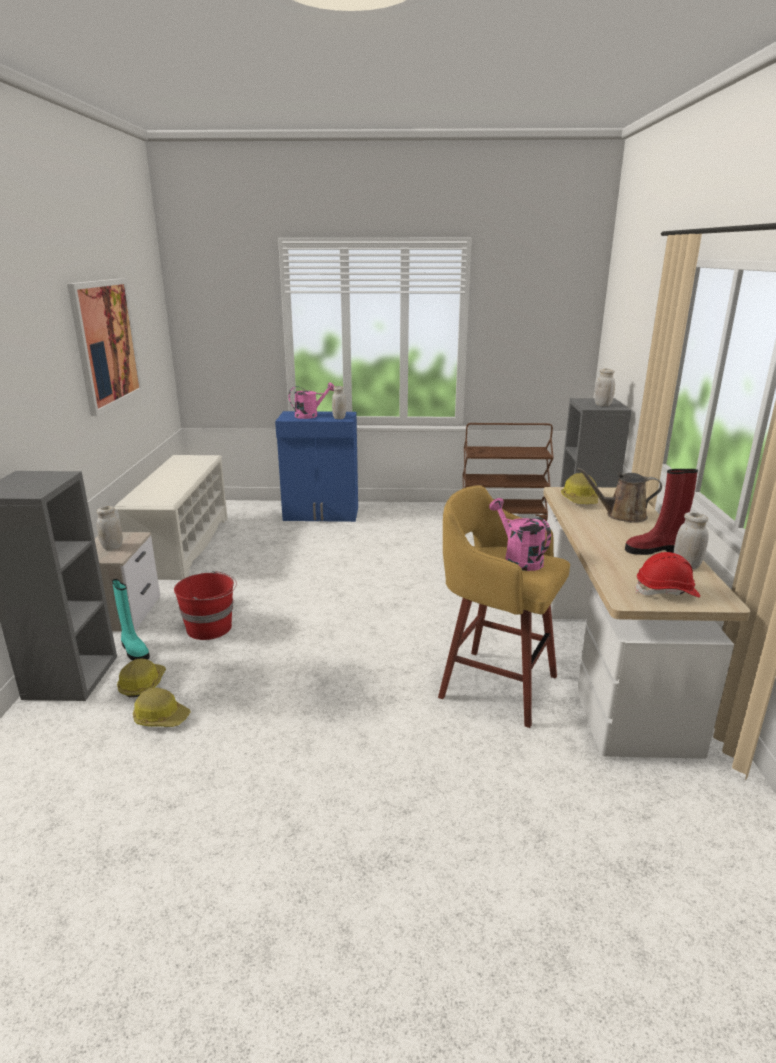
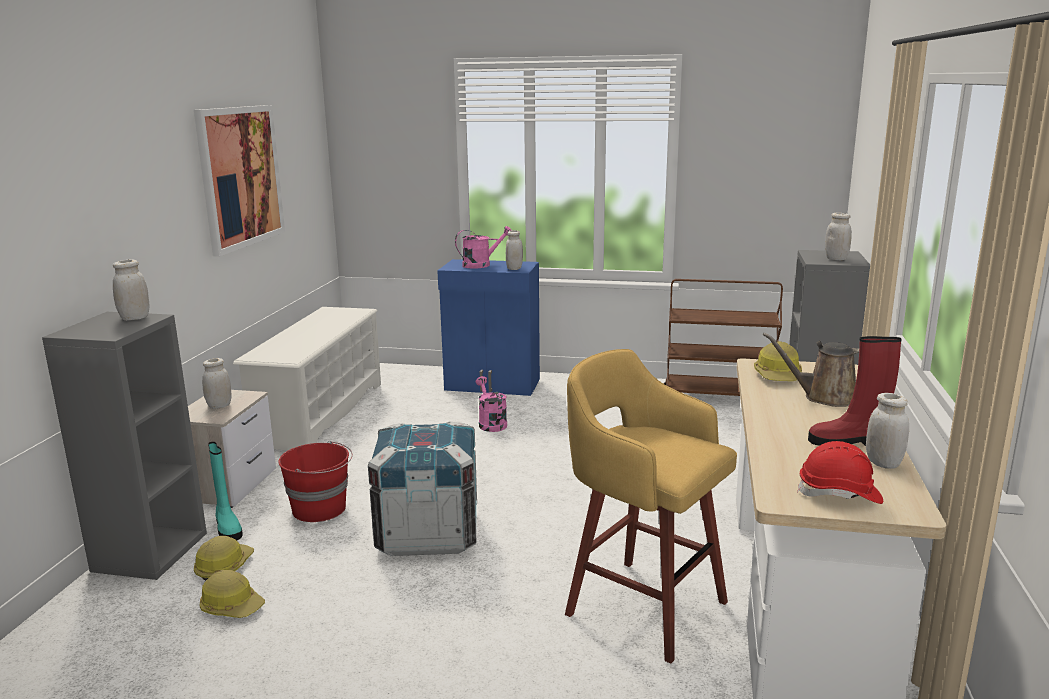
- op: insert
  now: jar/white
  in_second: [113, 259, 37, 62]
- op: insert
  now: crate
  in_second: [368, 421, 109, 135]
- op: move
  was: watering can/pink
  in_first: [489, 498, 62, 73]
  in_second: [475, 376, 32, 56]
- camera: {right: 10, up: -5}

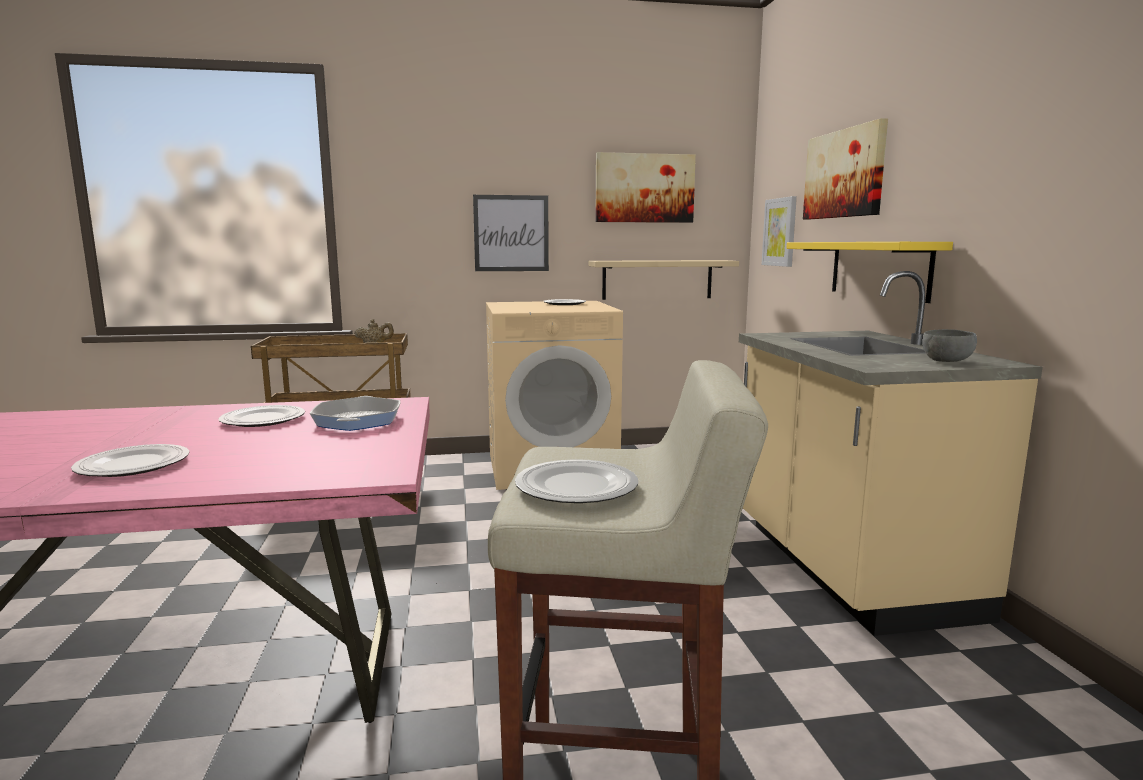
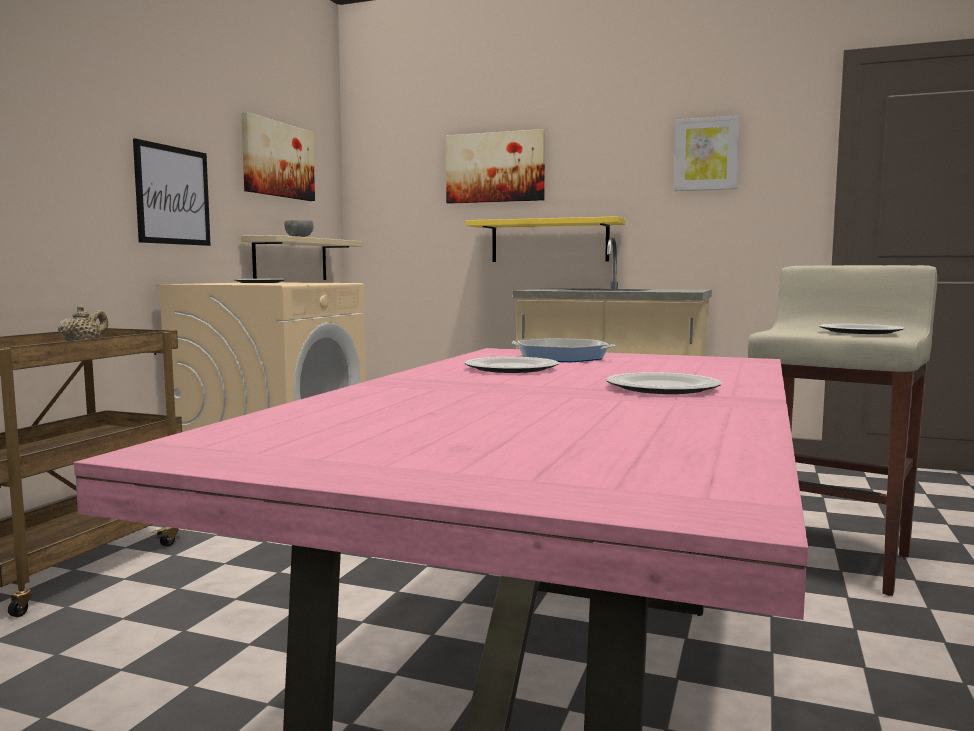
- op: move
  was: picture
  in_first: [762, 196, 35, 71]
  in_second: [674, 115, 66, 76]
- op: move
  was: bowl/grey
  in_first: [922, 329, 55, 33]
  in_second: [285, 220, 29, 17]
- camera: {right: -60, up: -5}

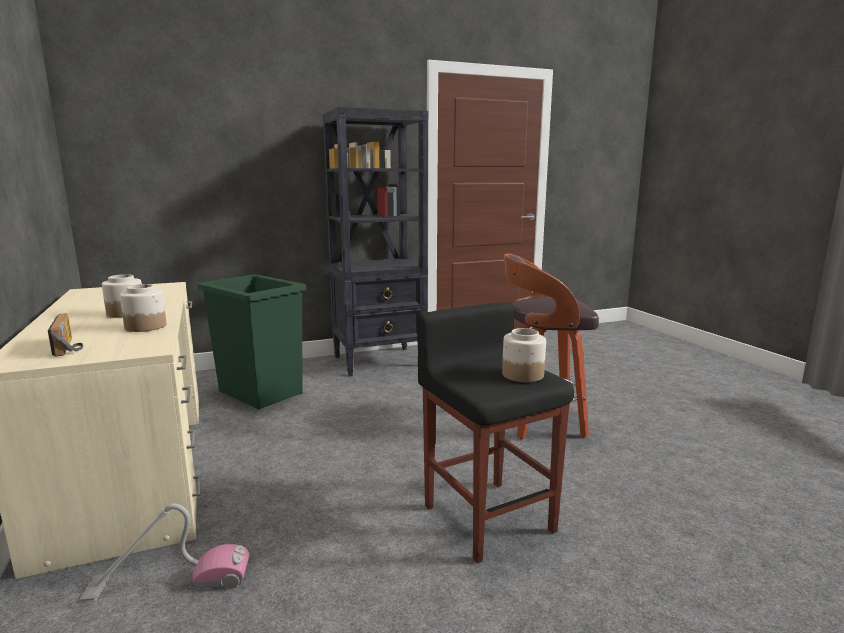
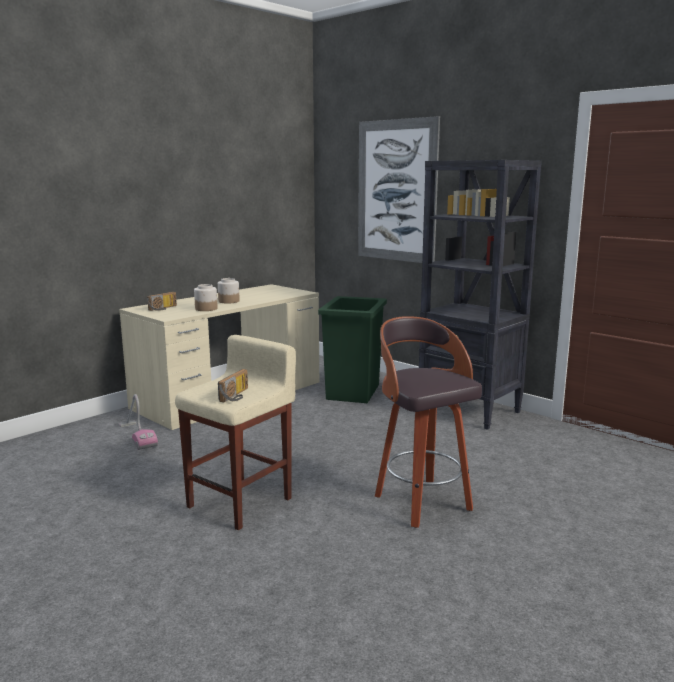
- op: insert
  now: picture
  in_second: [358, 116, 82, 147]
- op: replace
  was: jar
  now: radio
  in_first: [502, 328, 44, 54]
  in_second: [218, 369, 30, 33]
- op: recolor
  was: stool/black
  now: stool/beige
  in_first: [417, 302, 157, 261]
  in_second: [175, 335, 121, 195]
- camera: {right: 65, up: 0}

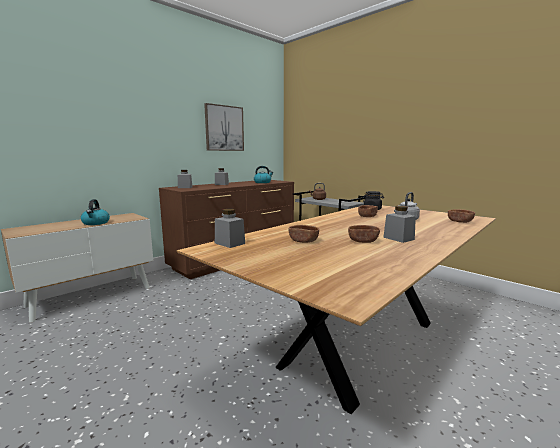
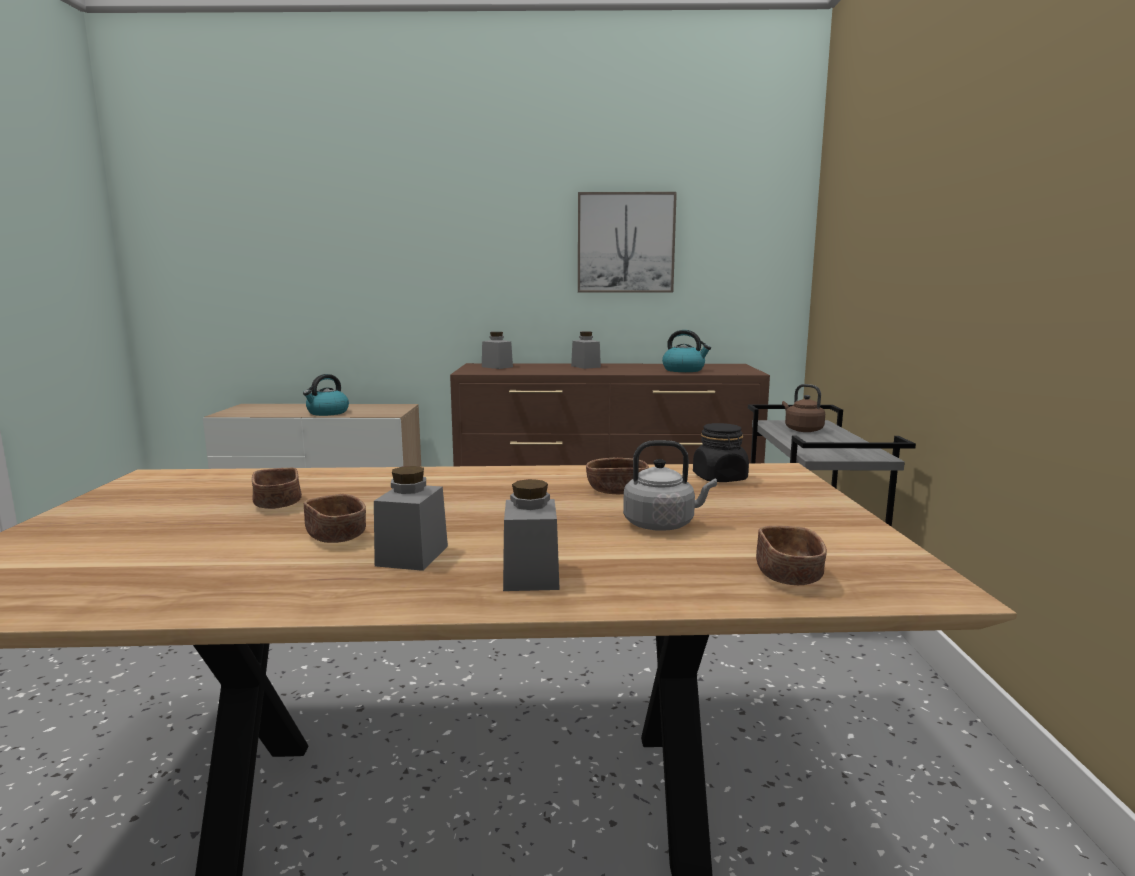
- op: move
  was: jar/grey
  in_first: [215, 209, 30, 39]
  in_second: [503, 479, 57, 112]
- camera: {right: 45, up: 0}

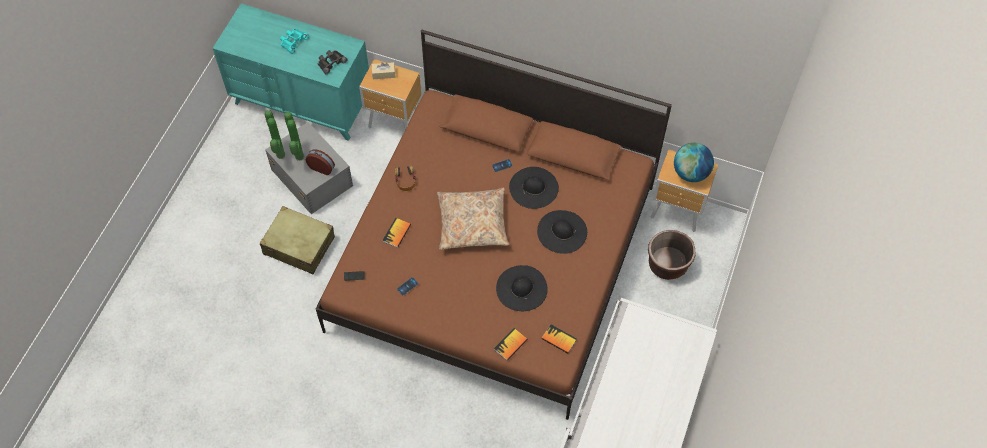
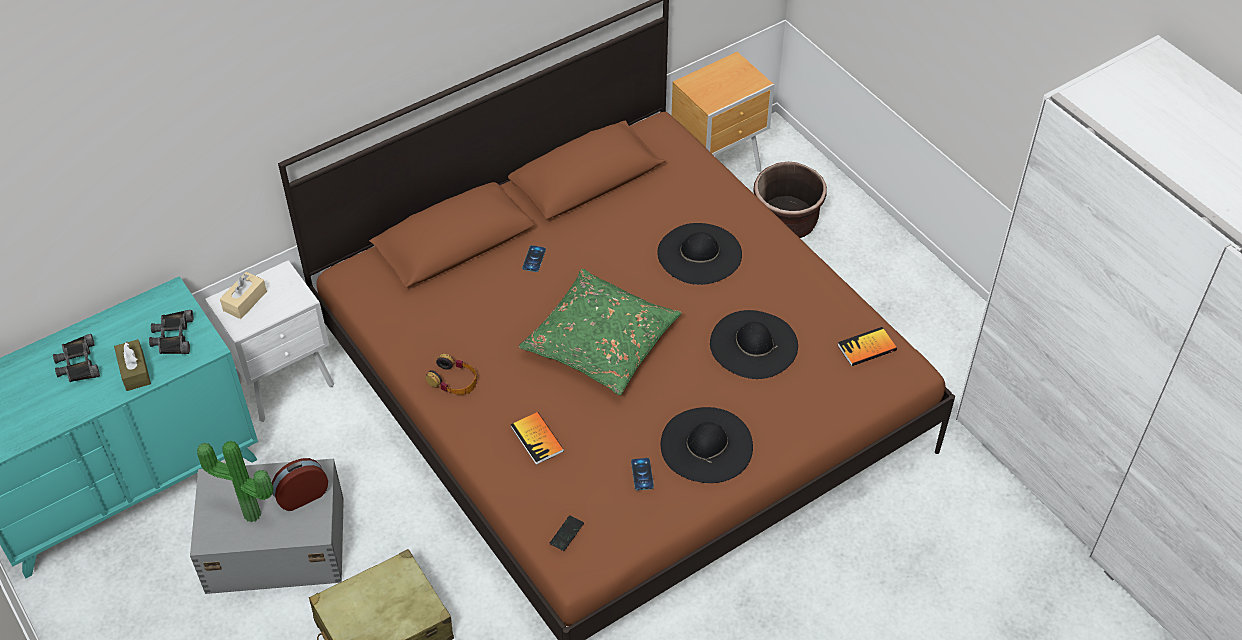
- op: delete
  was: potted plant
  in_first: [265, 110, 20, 49]
- op: delete
  was: book
  in_first: [494, 328, 34, 33]
- op: delete
  was: globe
  in_first: [674, 143, 40, 39]
- op: insert
  now: tissue box/brown
  in_second: [114, 339, 37, 52]
- op: move
  was: hat/black
  in_first: [509, 167, 50, 42]
  in_second: [661, 407, 92, 76]
- op: recolor
  was: binoculars/turquoise
  now: binoculars/black
  in_first: [280, 29, 29, 24]
  in_second: [53, 334, 47, 48]
- op: recolor
  was: nightstand/brown
  now: nightstand/white
  in_first: [359, 59, 62, 71]
  in_second: [205, 260, 129, 162]
- op: recolor
  was: pillow/beige
  now: pillow/green
  in_first: [437, 188, 72, 62]
  in_second: [519, 268, 163, 127]
- camera: {right: -55, up: -10}

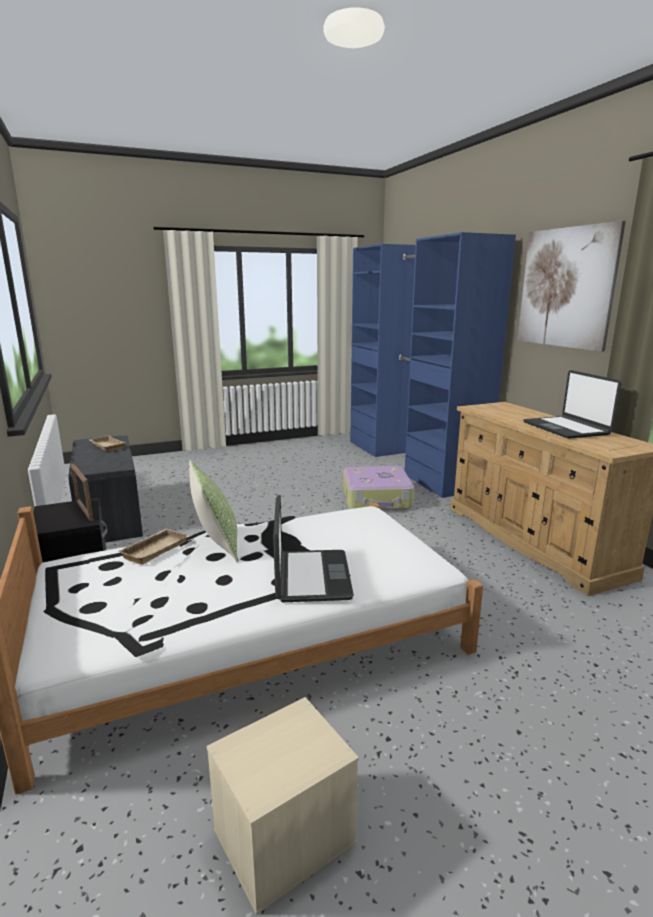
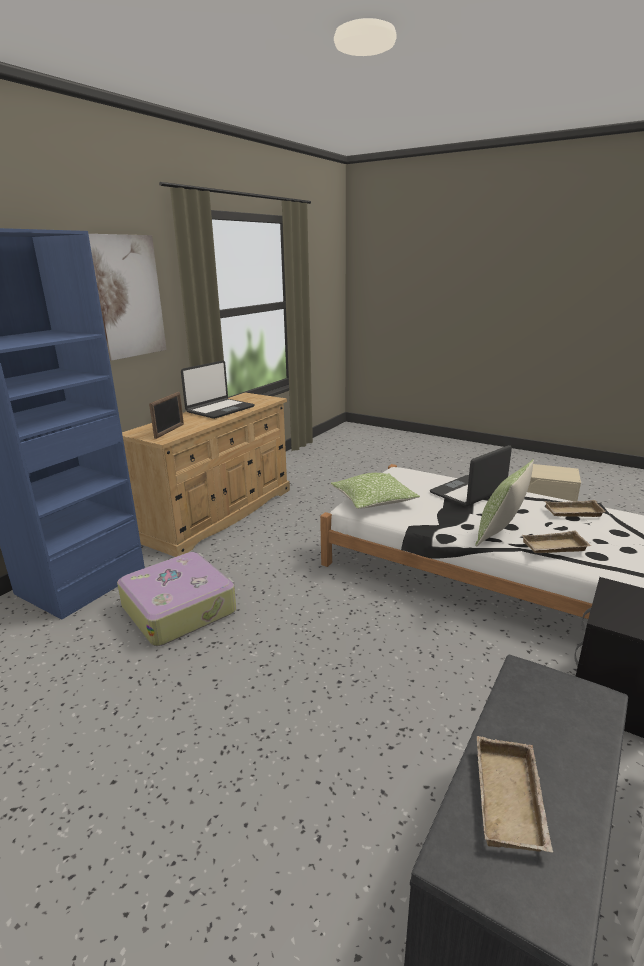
- op: insert
  now: pillow
  in_second: [331, 473, 89, 36]
- op: insert
  now: tray/beige
  in_second: [545, 500, 61, 17]
- op: move
  was: picture frame
  in_first: [71, 464, 23, 57]
  in_second: [149, 392, 35, 47]
- camera: {right: -125, up: 5}

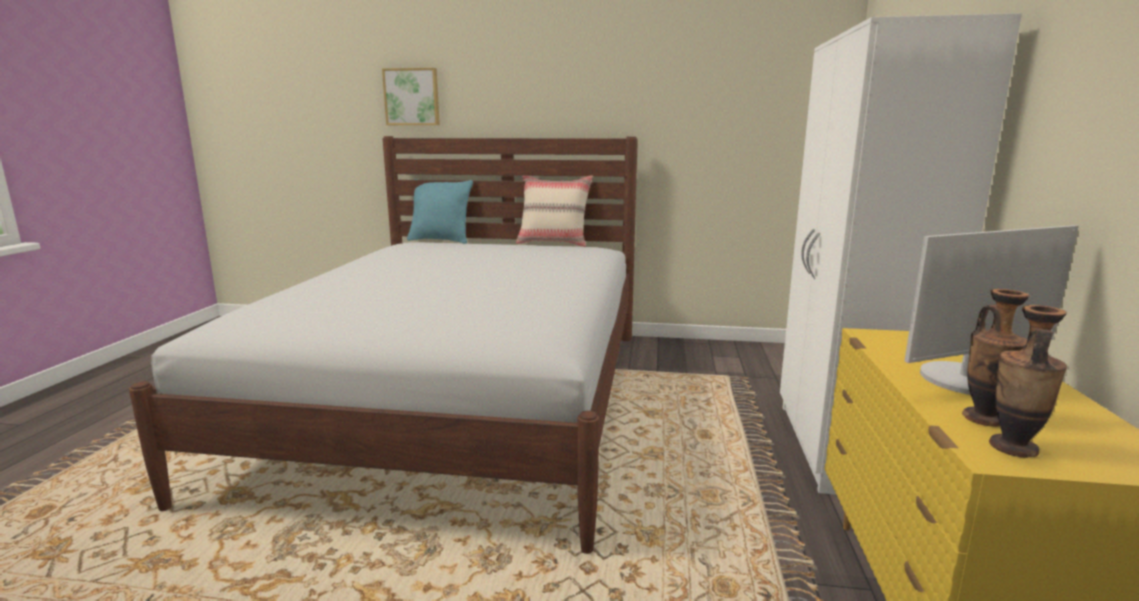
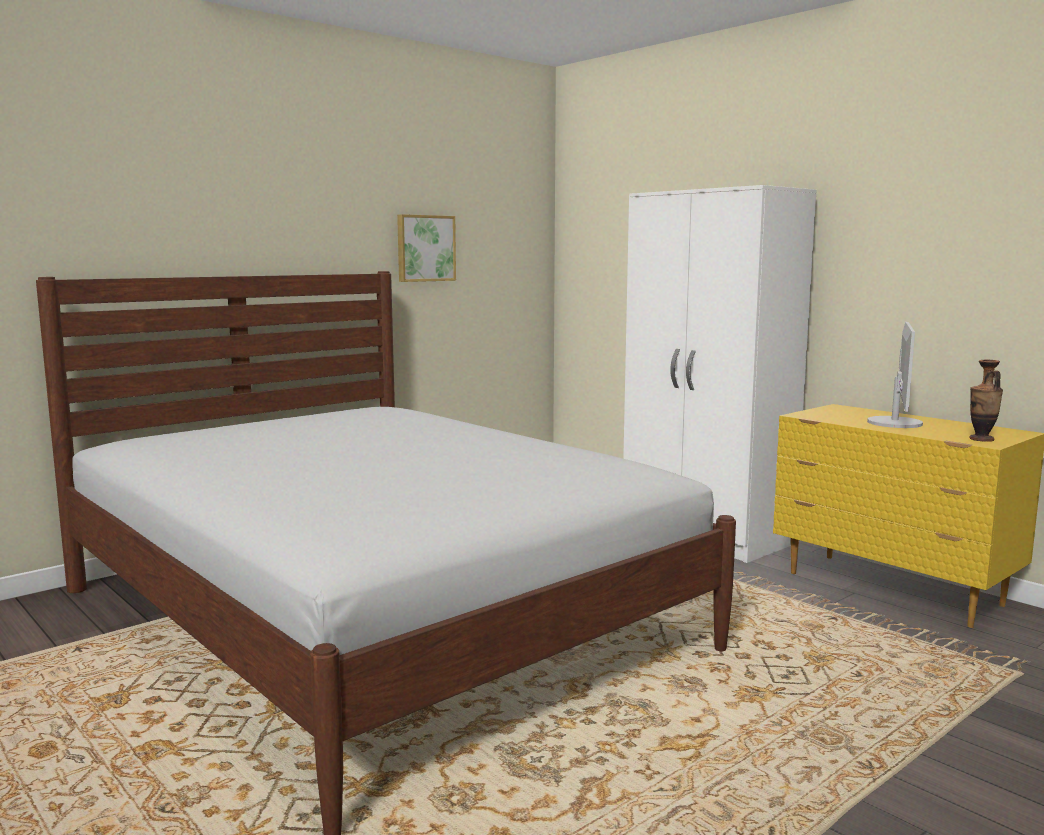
- op: delete
  was: pillow/turquoise
  in_first: [407, 179, 66, 65]
- op: delete
  was: pillow/beige
  in_first: [516, 176, 77, 71]
- op: delete
  was: vase
  in_first: [962, 289, 68, 138]
- op: move
  was: picture
  in_first: [382, 68, 58, 57]
  in_second: [397, 214, 59, 68]
- camera: {right: -50, up: -5}

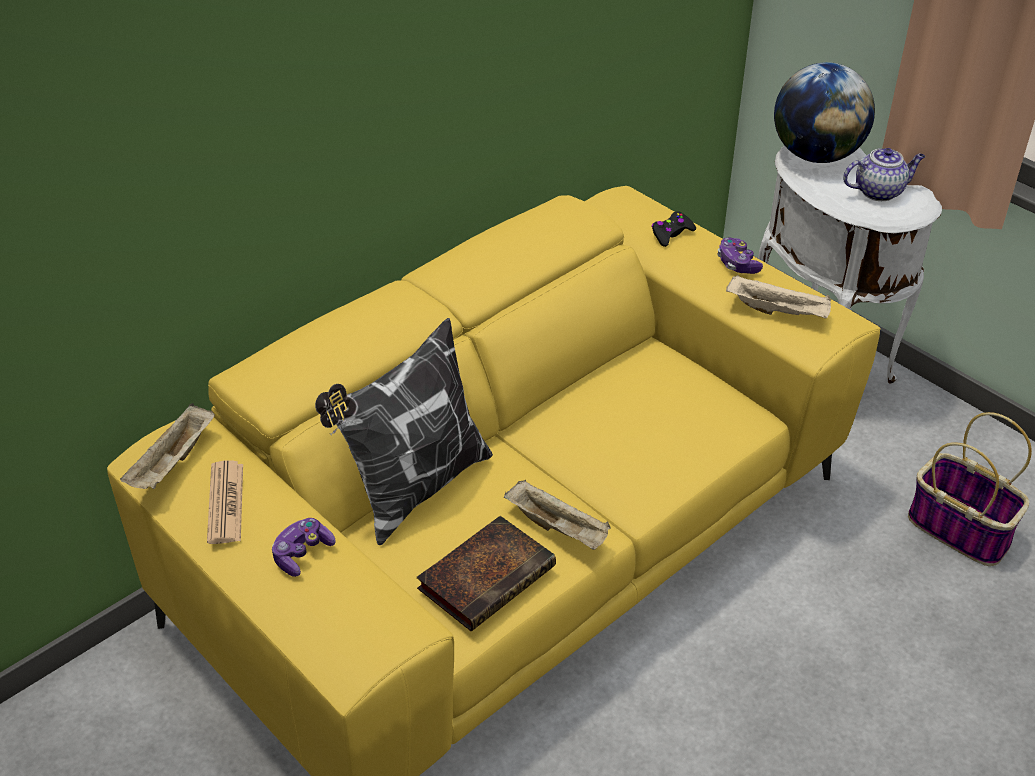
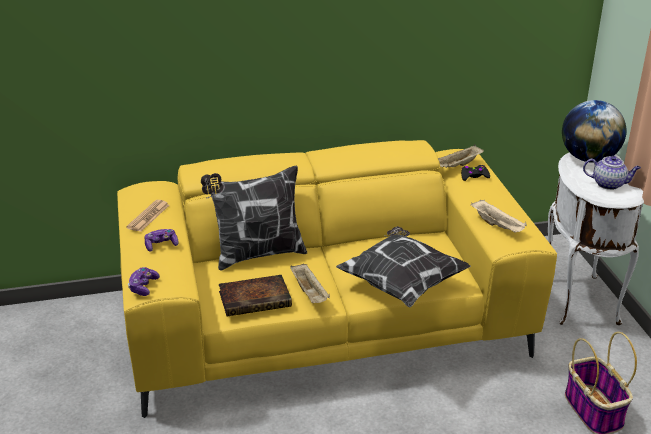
- op: insert
  now: pillow
  in_second: [336, 226, 135, 81]
- op: move
  was: tray/beige
  in_first: [120, 403, 95, 86]
  in_second: [438, 145, 46, 23]
- op: move
  was: game controller
  in_first: [717, 238, 46, 36]
  in_second: [128, 267, 32, 29]
- camera: {right: 30, up: -10}

